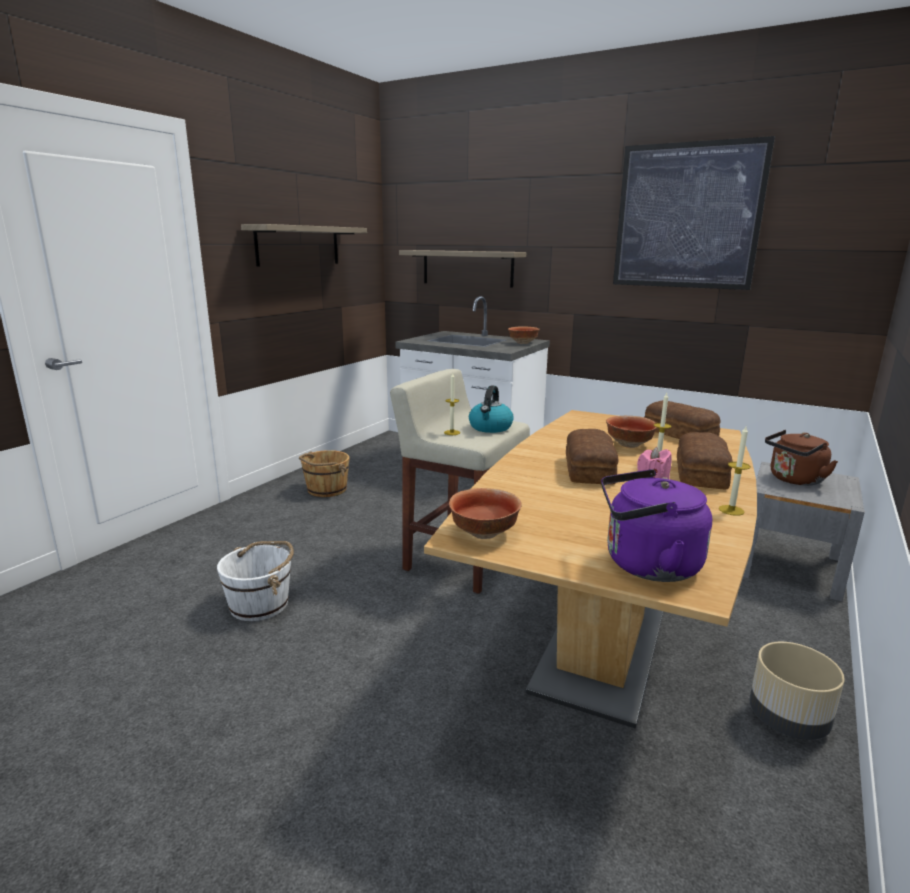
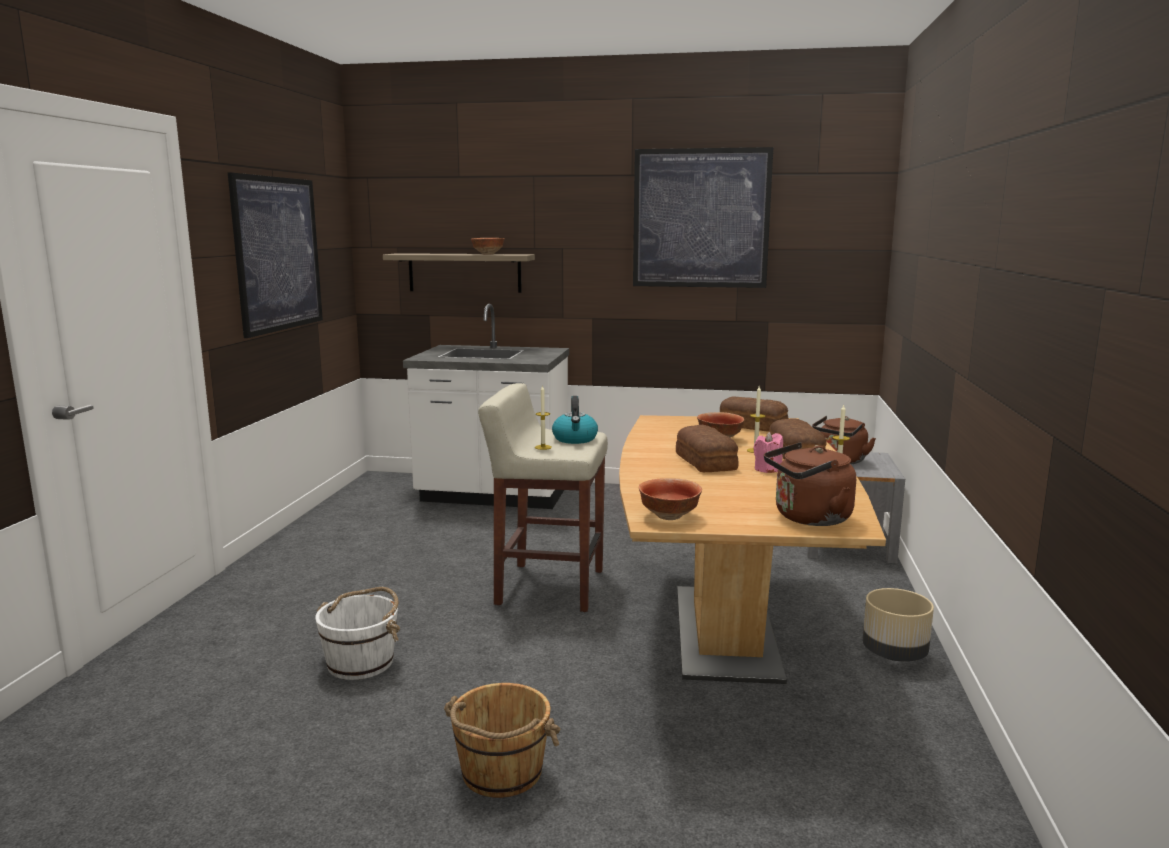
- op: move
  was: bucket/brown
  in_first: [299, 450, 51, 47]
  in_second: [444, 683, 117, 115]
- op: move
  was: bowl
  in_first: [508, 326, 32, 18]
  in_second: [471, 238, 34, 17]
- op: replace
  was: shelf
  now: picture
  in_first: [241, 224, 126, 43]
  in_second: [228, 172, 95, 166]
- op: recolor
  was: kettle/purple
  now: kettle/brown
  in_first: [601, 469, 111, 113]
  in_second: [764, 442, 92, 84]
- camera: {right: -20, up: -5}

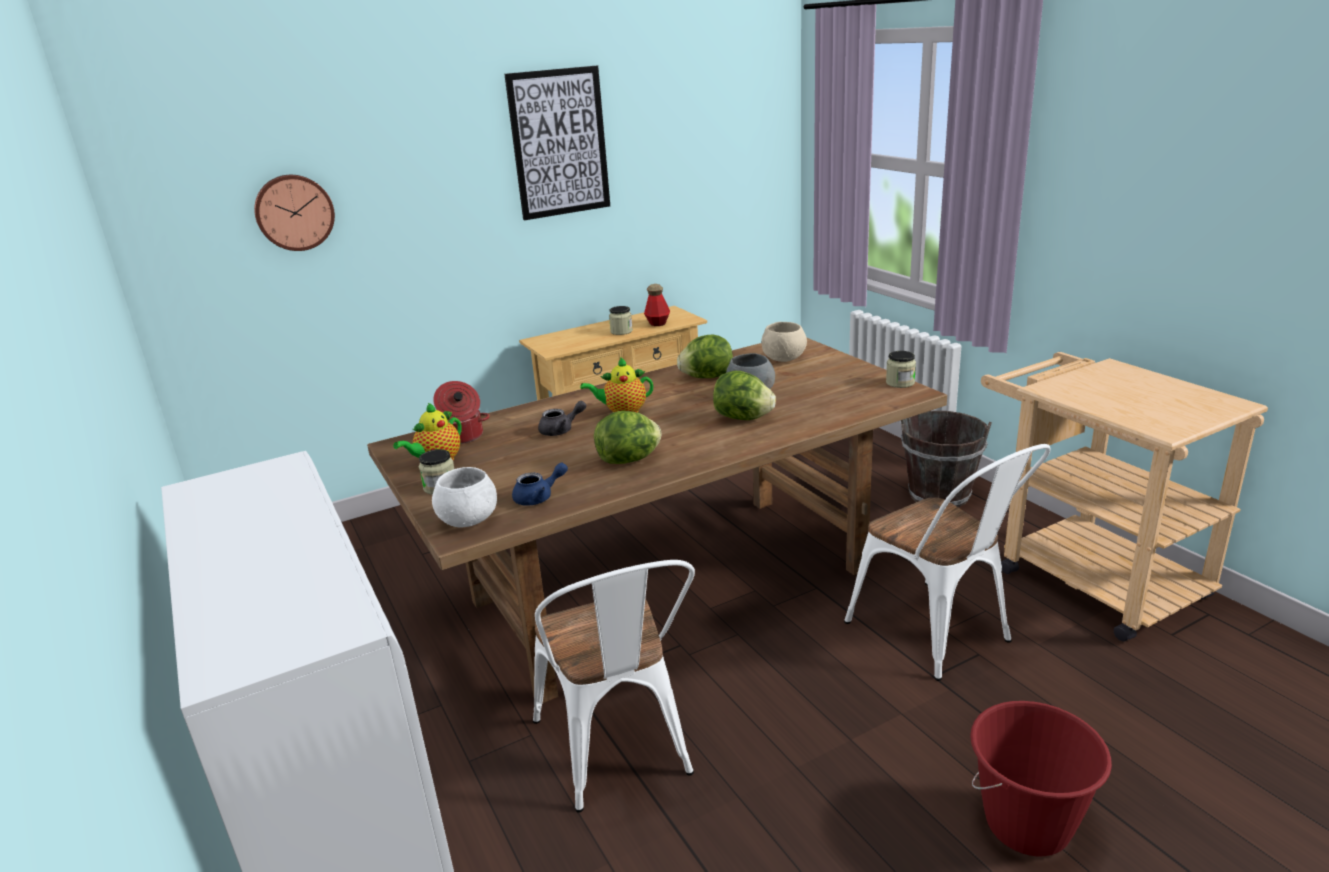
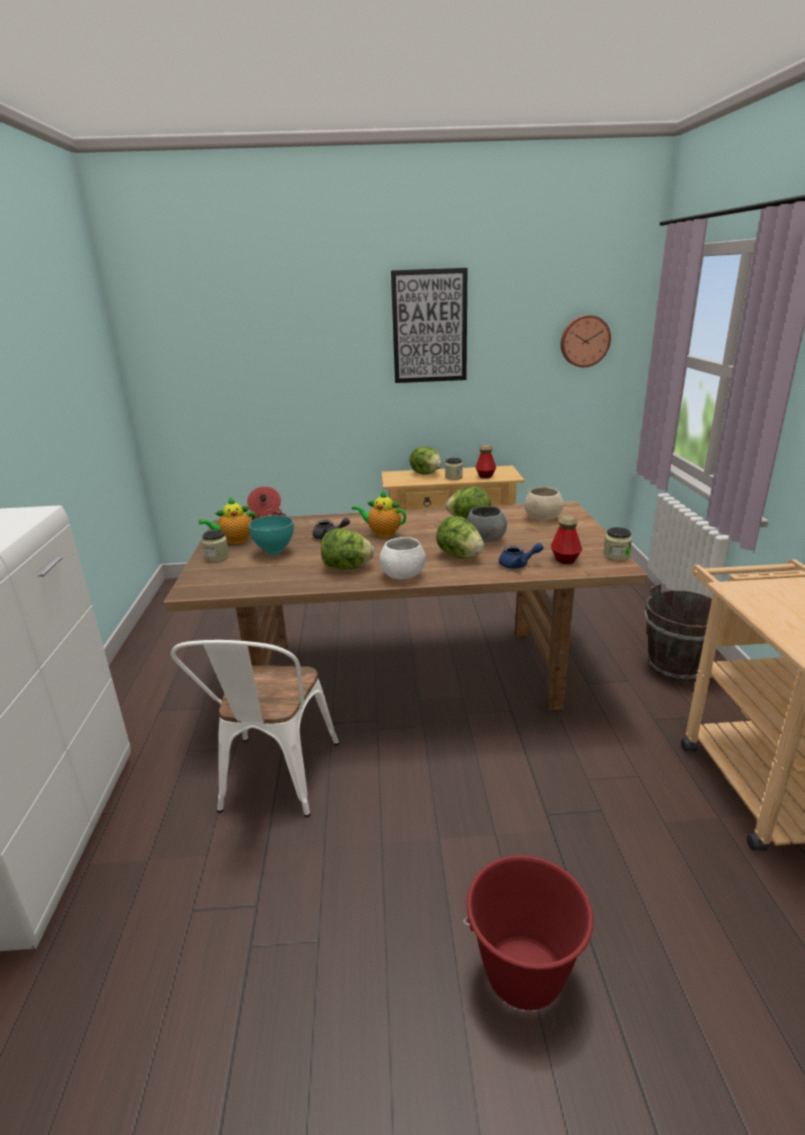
- op: delete
  was: chair/white
  in_first: [844, 444, 207, 237]
- op: insert
  now: bowl/turquoise
  in_second: [249, 515, 45, 40]
- op: insert
  now: lettuce
  in_second: [410, 446, 32, 28]
- op: insert
  now: bottle
  in_second: [551, 515, 31, 49]
- op: move
  was: wall clock
  in_first: [254, 175, 81, 76]
  in_second: [560, 315, 51, 52]
- op: move
  was: bowl/white
  in_first: [432, 467, 65, 61]
  in_second: [380, 537, 46, 42]
- op: move
  was: teapot/blue
  in_first: [512, 463, 56, 43]
  in_second: [499, 543, 45, 26]
- camera: {right: 25, up: 0}

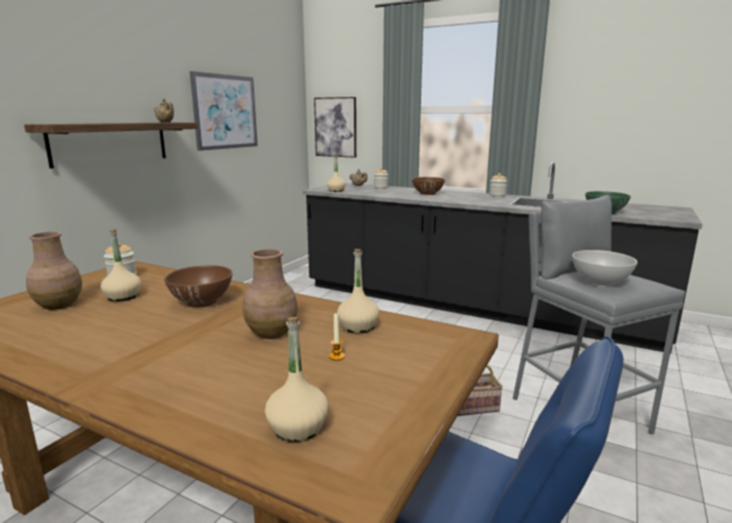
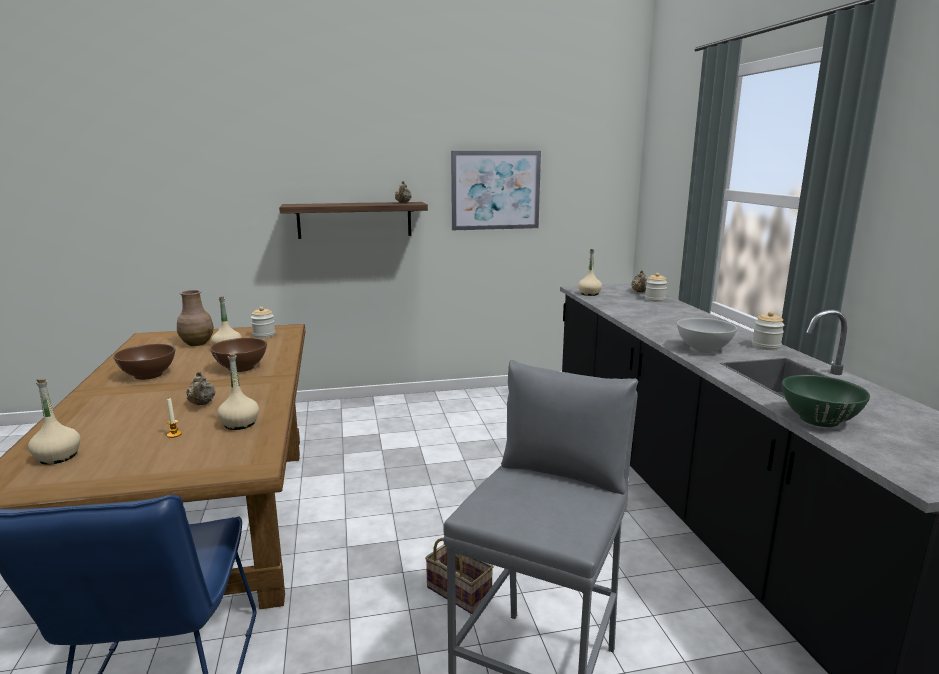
- op: delete
  was: picture
  in_first: [314, 97, 42, 61]
- op: move
  was: bowl/brown
  in_first: [412, 177, 33, 18]
  in_second: [113, 344, 62, 36]
- op: move
  was: bowl/white
  in_first: [572, 250, 66, 37]
  in_second: [677, 318, 60, 35]
- op: replace
  was: vase/brown
  now: teapot/beige
  in_first: [243, 249, 55, 90]
  in_second: [186, 371, 29, 34]
- camera: {right: 50, up: 0}

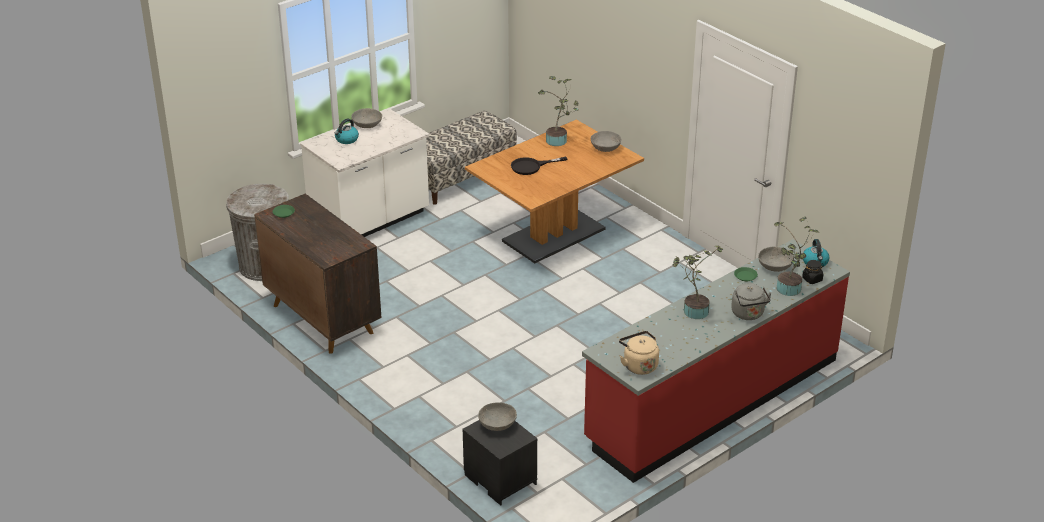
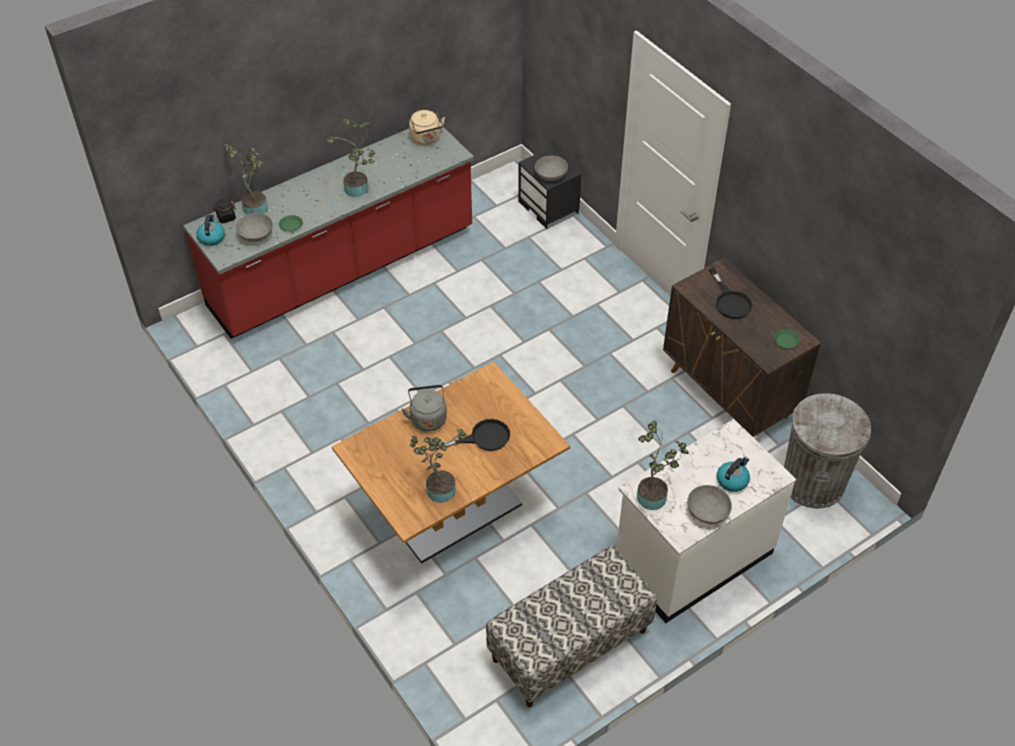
- op: delete
  was: bowl/grey
  in_first: [591, 131, 30, 21]
- op: insert
  now: potted plant
  in_second: [637, 421, 52, 89]
- op: insert
  now: frying pan/black
  in_second: [709, 268, 44, 51]
- op: move
  was: kettle/grey
  in_first: [731, 283, 41, 37]
  in_second: [401, 385, 46, 47]
- camera: {right: -175, up: 15}

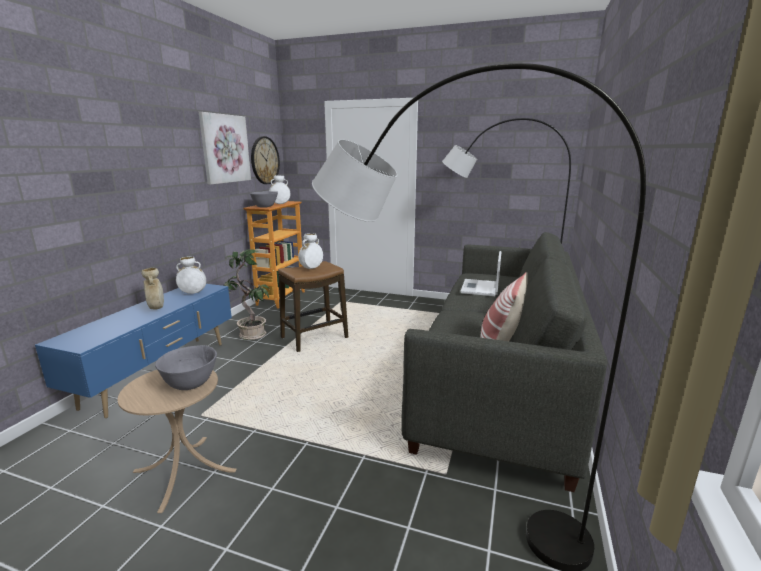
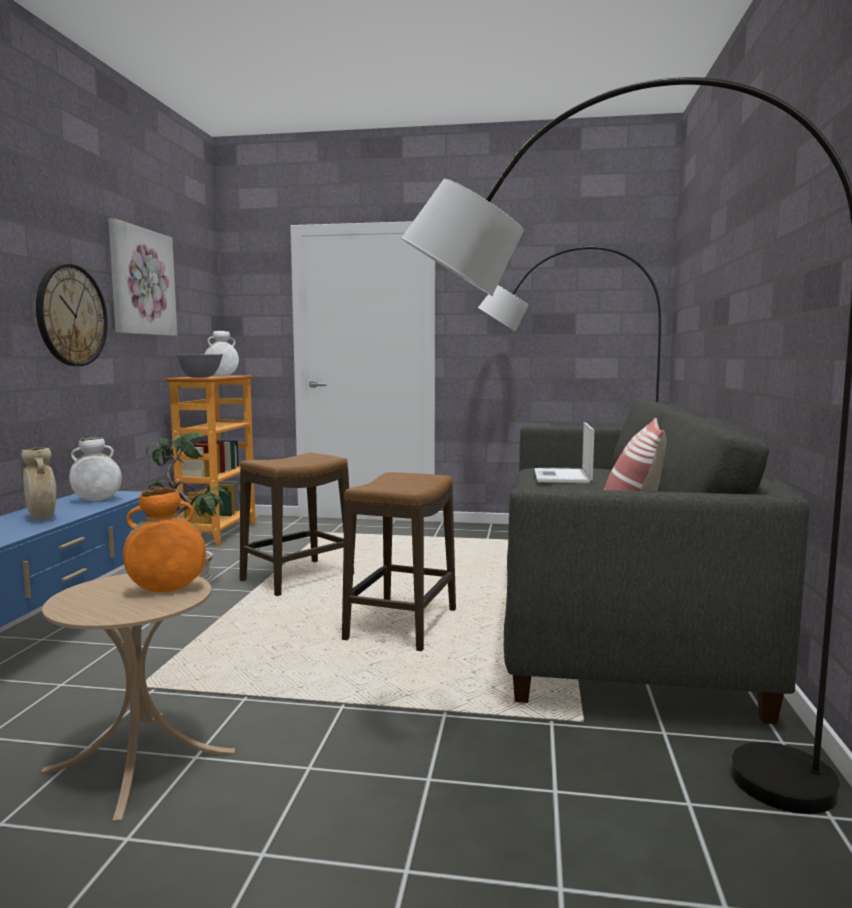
- op: delete
  was: vase/white
  in_first: [298, 233, 25, 36]
- op: insert
  now: stool
  in_second: [342, 472, 114, 179]
- op: move
  was: wall clock
  in_first: [251, 136, 29, 48]
  in_second: [36, 264, 72, 102]
- op: replace
  was: bowl/grey
  now: vase/orange
  in_first: [155, 345, 62, 45]
  in_second: [123, 488, 83, 104]
- camera: {right: -10, up: -10}

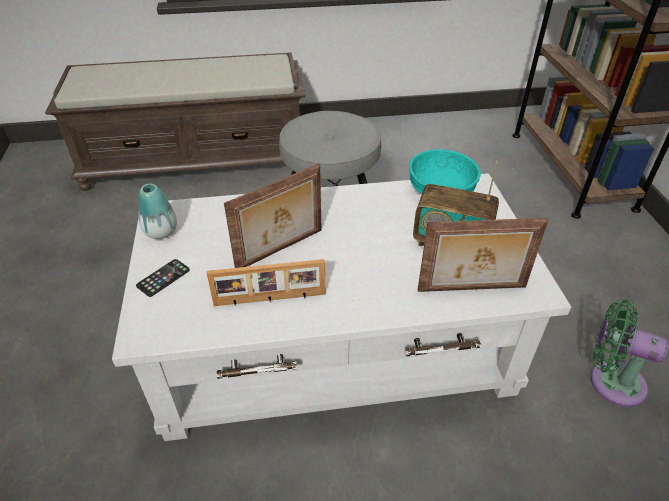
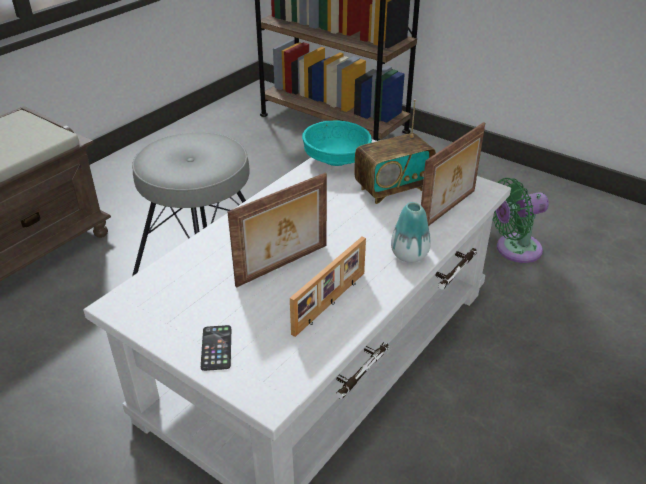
- op: move
  was: vase
  in_first: [138, 183, 39, 56]
  in_second: [391, 202, 40, 61]
- op: rotate
  was: picture frame
  in_first: [224, 164, 98, 104]
  in_second: [227, 173, 100, 115]
  clockwise: 45
- camera: {right: -45, up: -5}

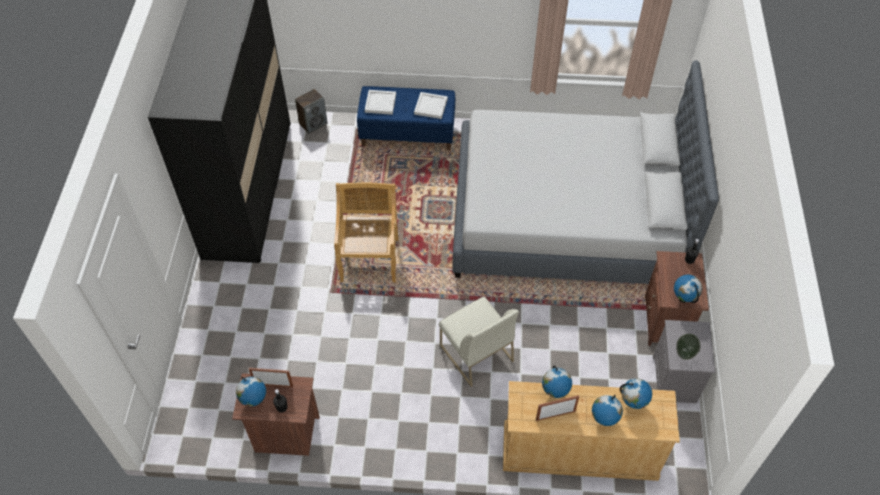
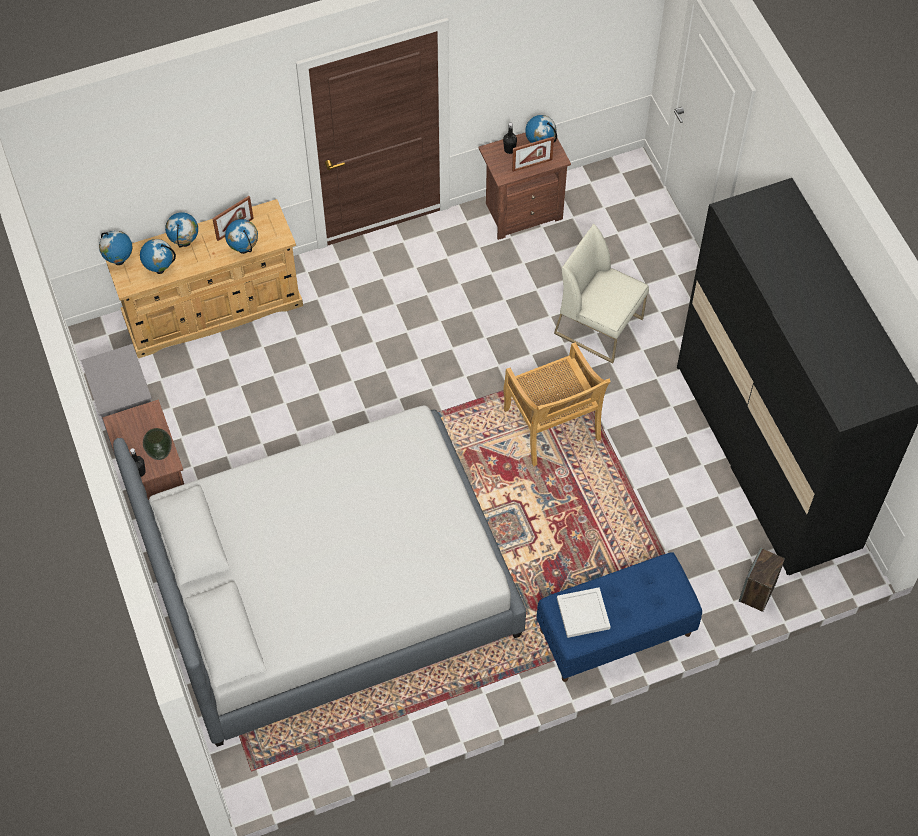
- op: delete
  was: tray/white
  in_first: [365, 90, 31, 25]
- op: move
  was: chair/white
  in_first: [439, 297, 80, 90]
  in_second: [554, 224, 95, 139]
- op: move
  was: globe
  in_first: [674, 275, 28, 28]
  in_second: [99, 230, 33, 35]
- op: move
  was: vase
  in_first: [676, 334, 25, 26]
  in_second: [143, 428, 29, 32]
- camera: {right: 155, up: 5}

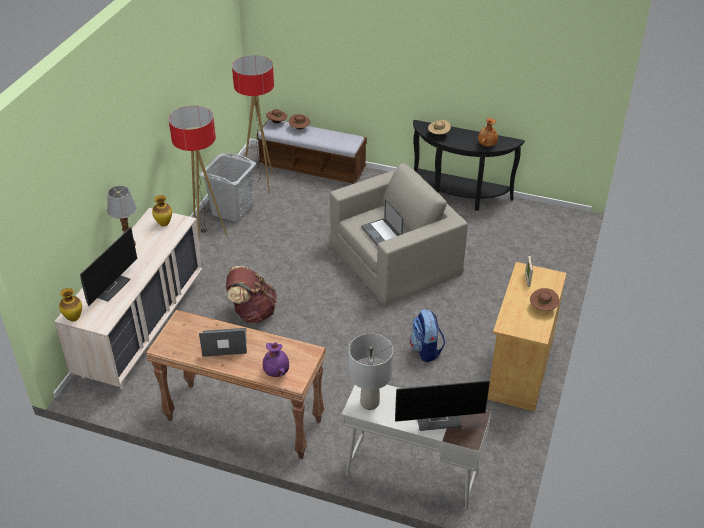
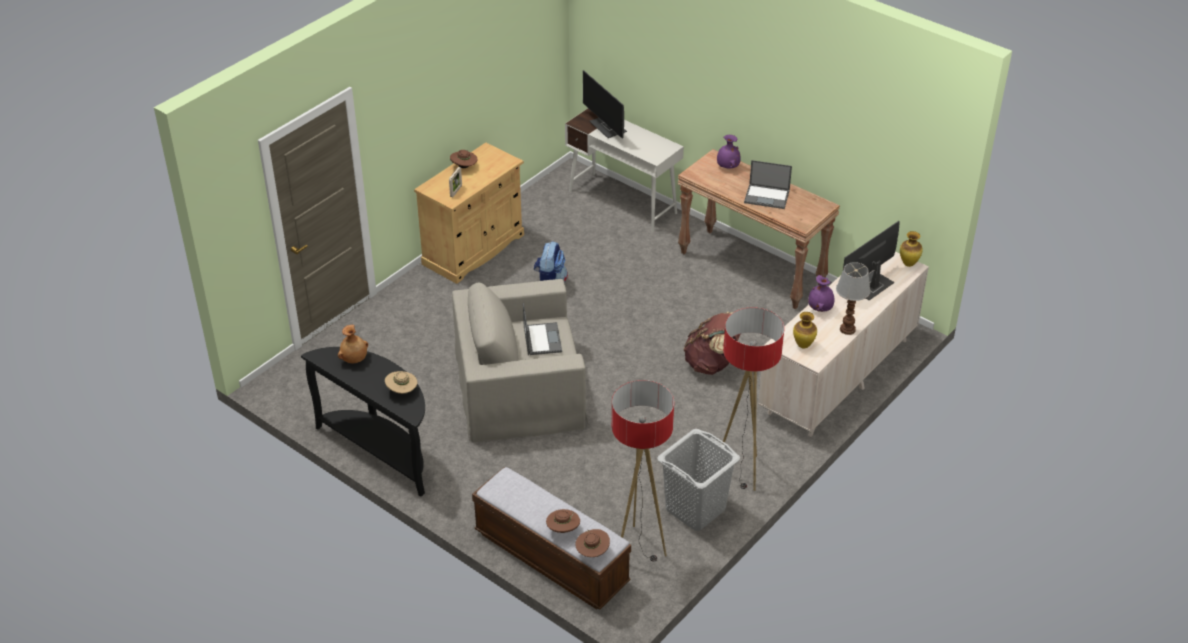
- op: delete
  was: table lamp/grey
  in_first: [349, 333, 44, 77]
- op: insert
  now: vase/purple
  in_second: [808, 275, 27, 37]
- op: rotate
  was: monitor
  in_first: [395, 380, 95, 51]
  in_second: [583, 70, 44, 69]
  clockwise: -135
- camera: {right: -160, up: 0}

